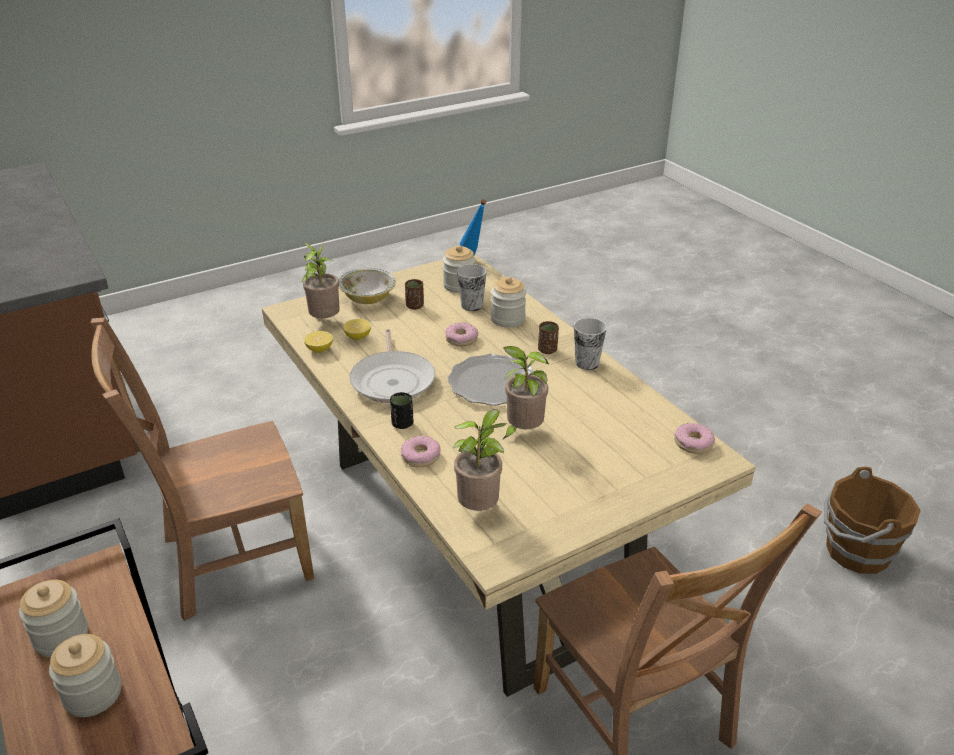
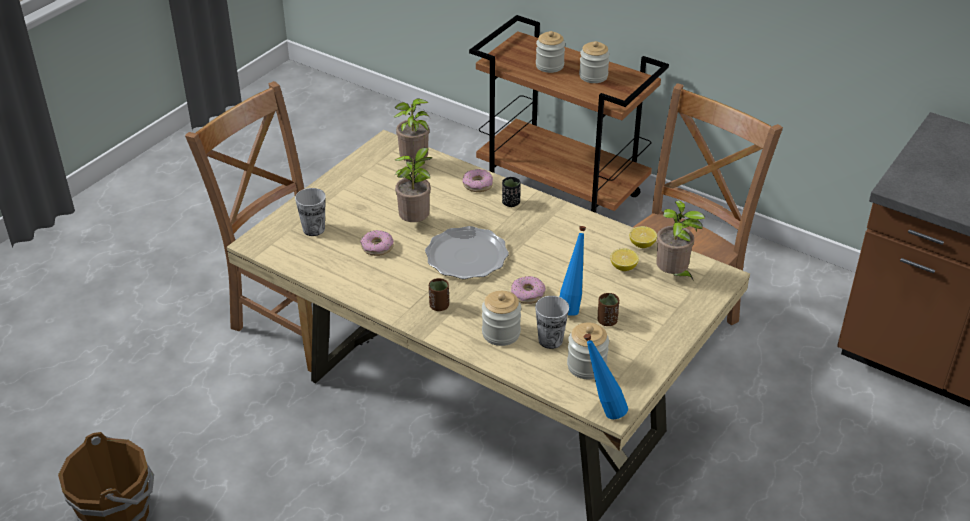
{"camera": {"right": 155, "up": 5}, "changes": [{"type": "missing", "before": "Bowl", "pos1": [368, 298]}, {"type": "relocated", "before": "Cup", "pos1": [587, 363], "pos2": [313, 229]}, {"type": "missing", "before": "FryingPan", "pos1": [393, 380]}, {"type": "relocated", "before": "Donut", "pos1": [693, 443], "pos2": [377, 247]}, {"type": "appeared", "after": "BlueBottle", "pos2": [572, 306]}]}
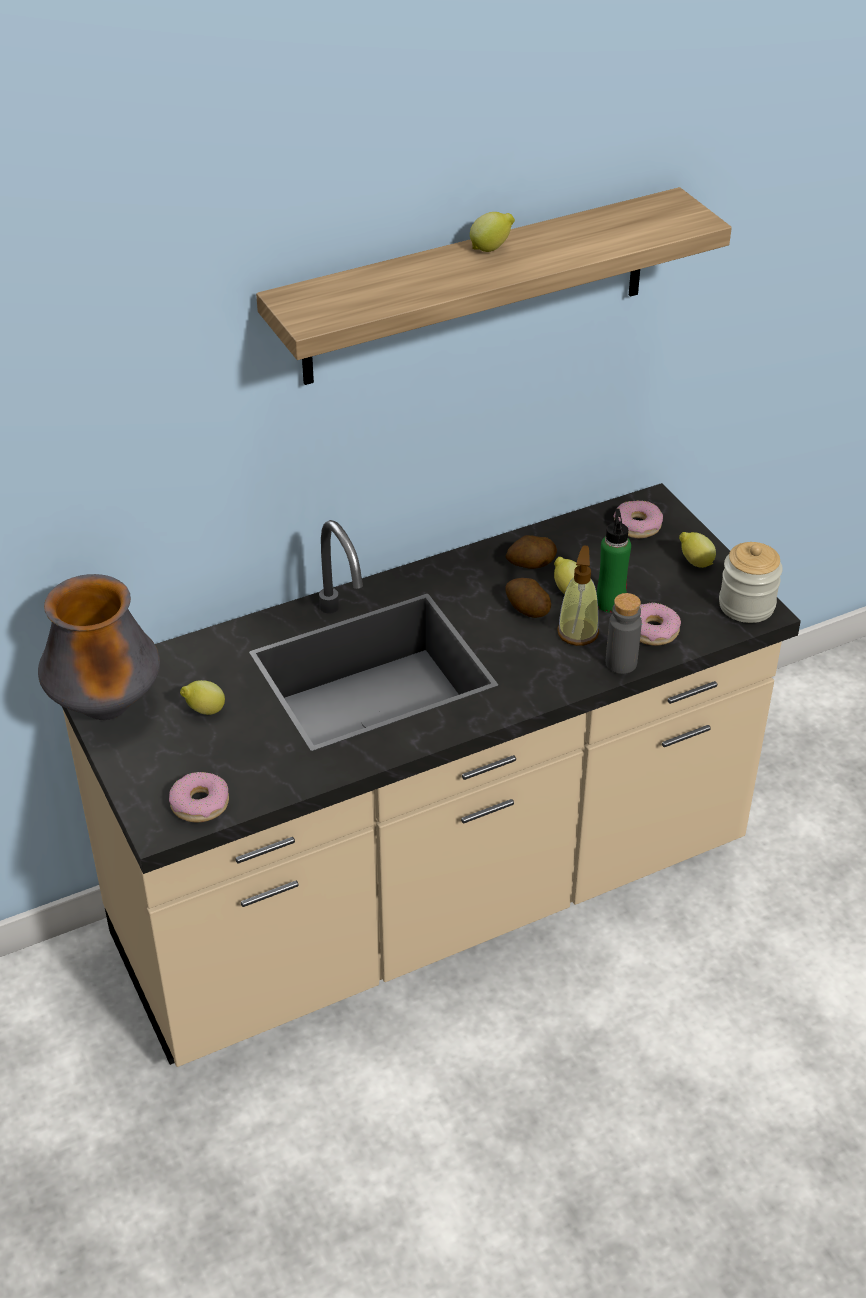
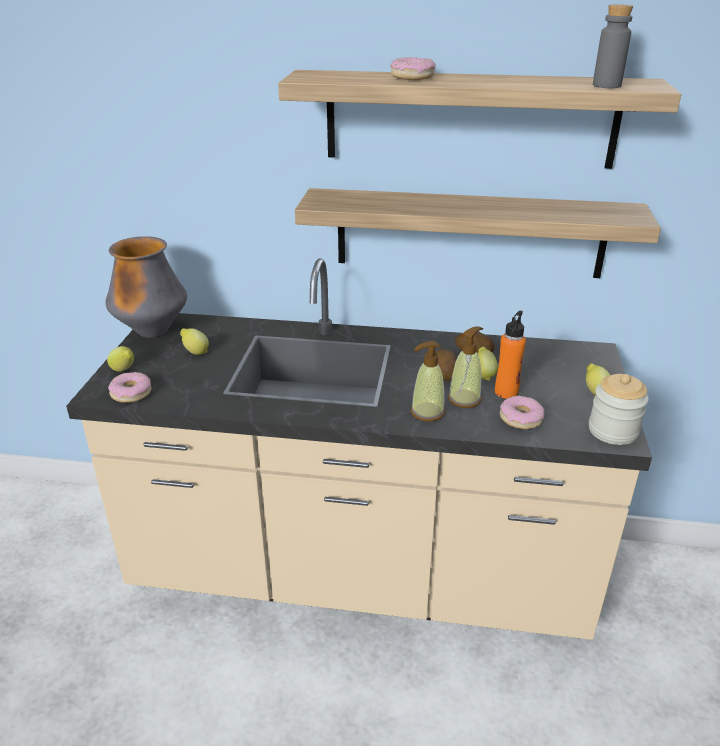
{"camera": {"right": 35, "up": -10}, "changes": [{"type": "relocated", "before": "Lemon", "pos1": [491, 249], "pos2": [124, 370]}, {"type": "relocated", "before": "Donut", "pos1": [637, 525], "pos2": [412, 77]}, {"type": "colour", "before": "GreenBottle", "after": "OrangeBottle", "pos1": [610, 603], "pos2": [506, 392]}, {"type": "relocated", "before": "GreyBottle", "pos1": [621, 663], "pos2": [606, 85]}, {"type": "appeared", "after": "Shelf", "pos2": [469, 233]}, {"type": "appeared", "after": "SoapDispenser", "pos2": [427, 412]}]}
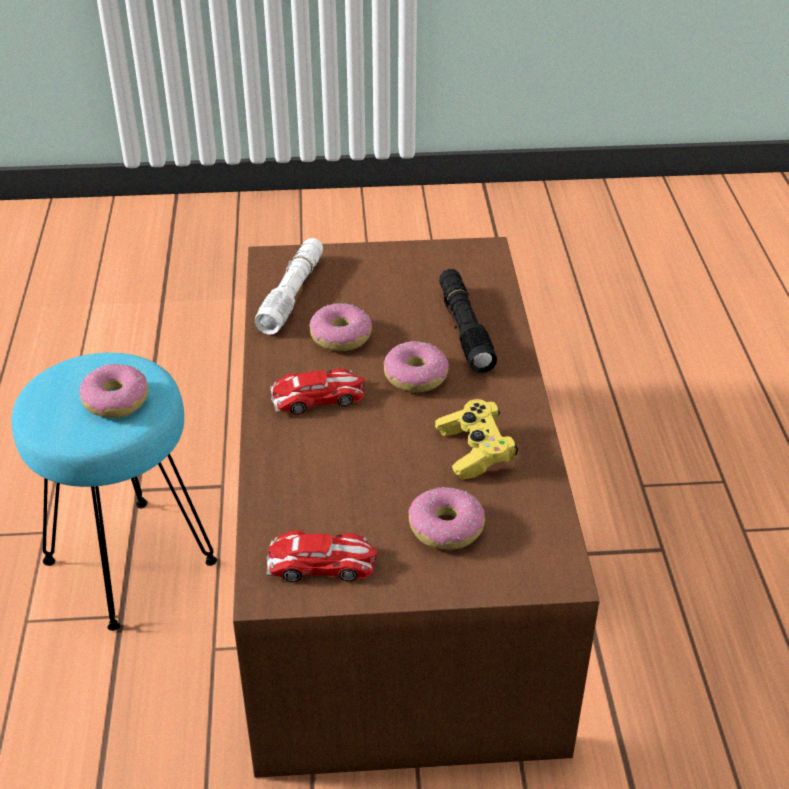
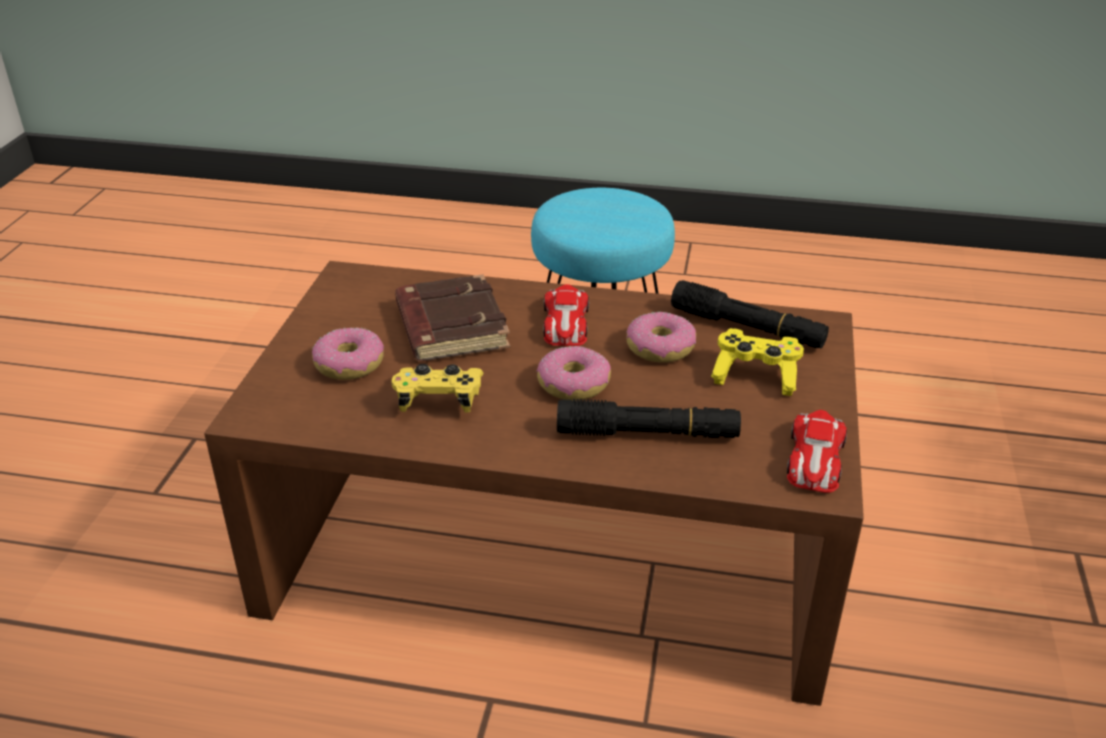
{"camera": {"right": 105, "up": -5}, "changes": [{"type": "colour", "before": "WhiteFlashlight", "after": "BlackFlashlight", "pos1": [292, 294], "pos2": [747, 328]}, {"type": "missing", "before": "Donut", "pos1": [115, 400]}, {"type": "relocated", "before": "ToyCar", "pos1": [322, 563], "pos2": [815, 458]}, {"type": "appeared", "after": "BrownBook", "pos2": [449, 326]}, {"type": "appeared", "after": "YellowGameController", "pos2": [755, 375]}]}
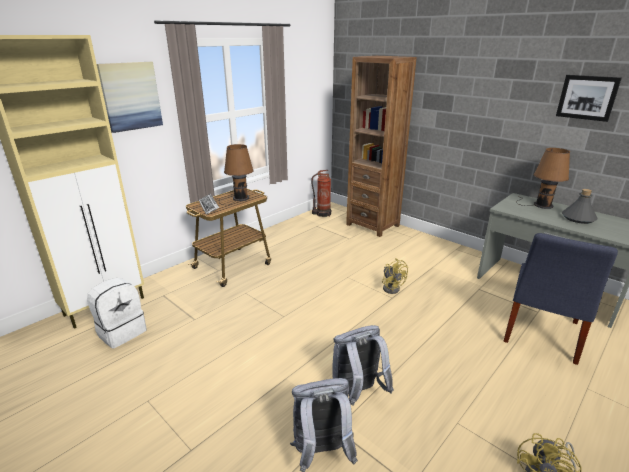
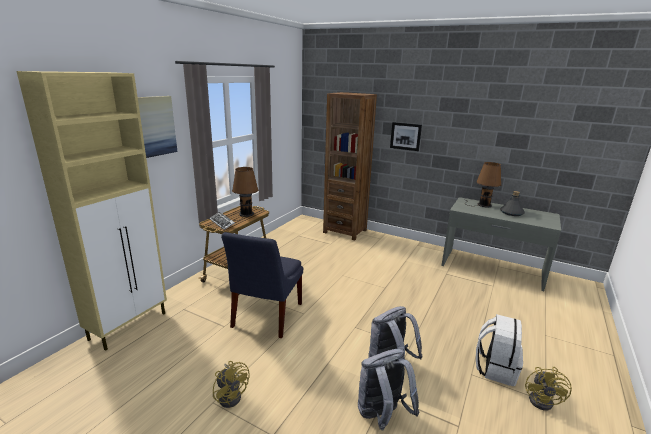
{"camera": {"right": -15, "up": -5}, "changes": [{"type": "relocated", "before": "Picture", "pos1": [587, 97], "pos2": [405, 136]}, {"type": "missing", "before": "FireExtinguisher", "pos1": [322, 214]}, {"type": "relocated", "before": "BlueChair", "pos1": [540, 334], "pos2": [266, 316]}, {"type": "relocated", "before": "YellowFan", "pos1": [391, 287], "pos2": [231, 395]}, {"type": "relocated", "before": "WhiteBackpack", "pos1": [121, 332], "pos2": [495, 368]}]}
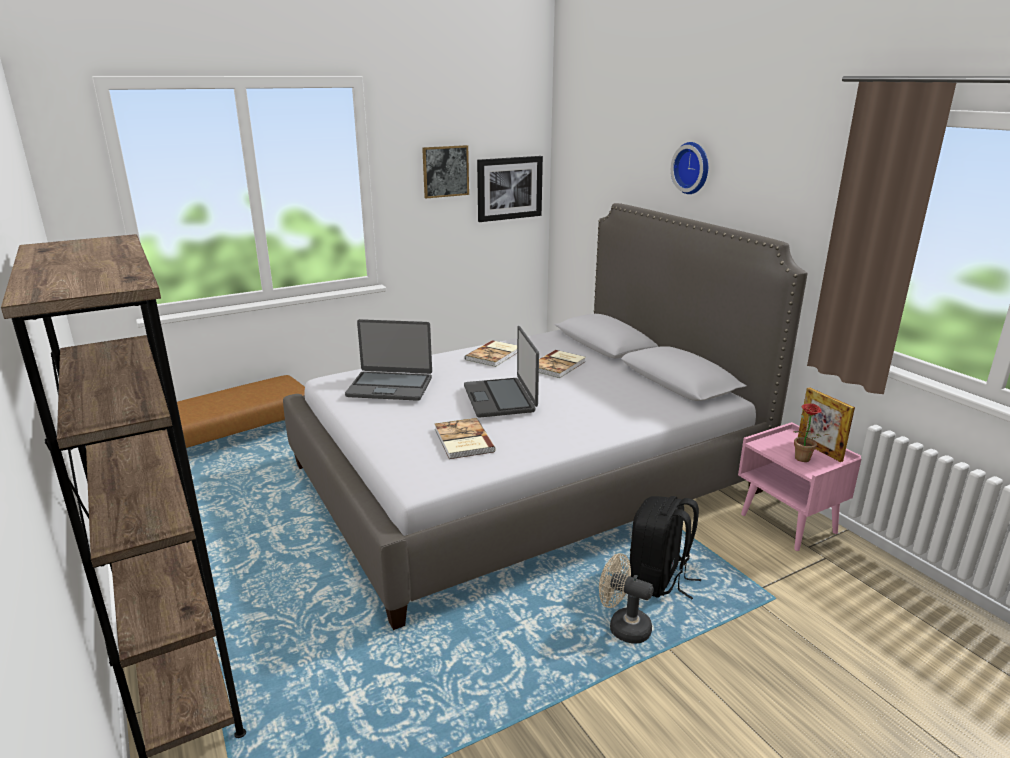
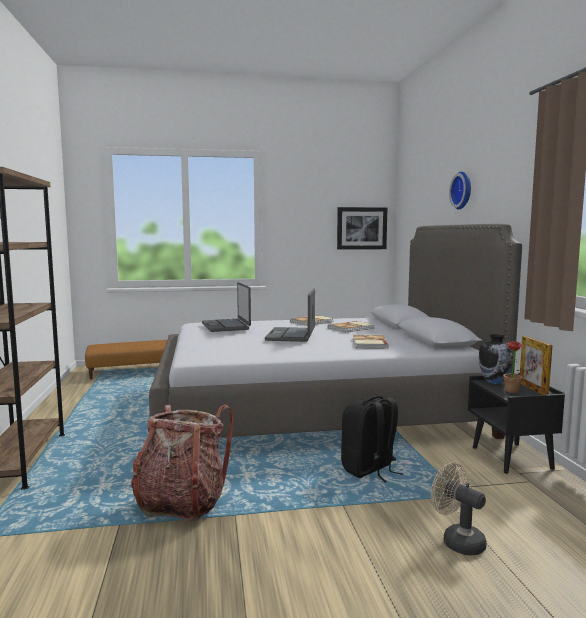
{"camera": {"right": 20, "up": -15}, "changes": [{"type": "missing", "before": "Picture", "pos1": [445, 171]}, {"type": "spun", "before": "Laptop", "pos1": [390, 387], "pos2": [226, 326], "turn": 45}, {"type": "relocated", "before": "Book", "pos1": [462, 441], "pos2": [369, 343]}, {"type": "colour", "before": "PinkNightstand", "after": "BlackNightstand", "pos1": [789, 524], "pos2": [512, 458]}, {"type": "relocated", "before": "BeigeFan", "pos1": [623, 627], "pos2": [457, 541]}, {"type": "appeared", "after": "Vase", "pos2": [494, 382]}, {"type": "appeared", "after": "Backpack", "pos2": [182, 503]}]}
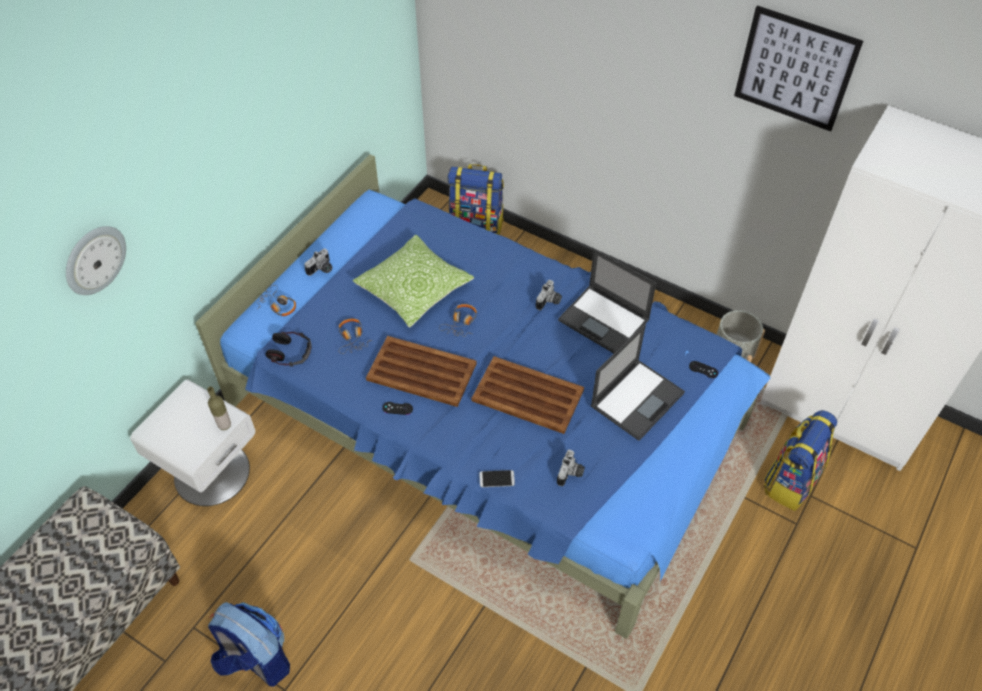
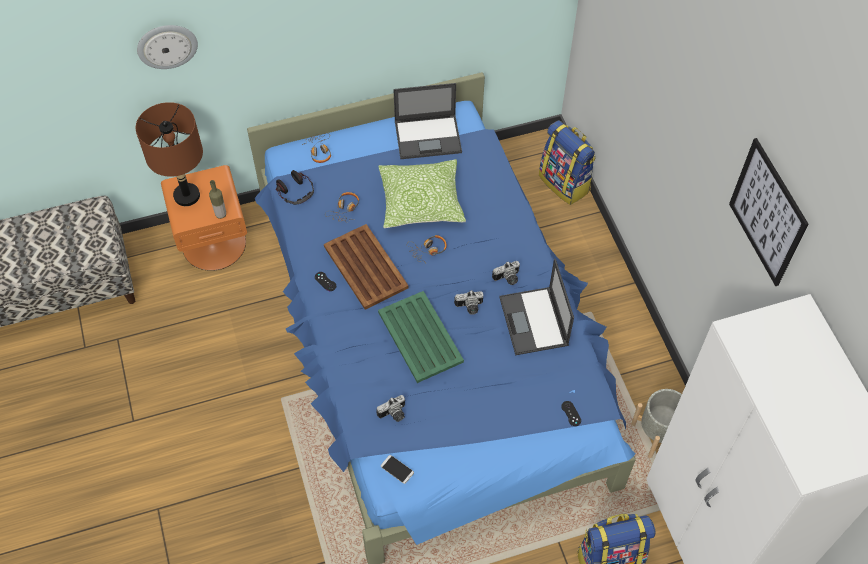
{"camera": {"right": 40, "up": 5}, "changes": [{"type": "relocated", "before": "PhotoCamera", "pos1": [322, 269], "pos2": [469, 307]}, {"type": "relocated", "before": "Laptop", "pos1": [637, 398], "pos2": [428, 136]}, {"type": "colour", "before": "BrownTray", "after": "GreenTray", "pos1": [528, 396], "pos2": [420, 338]}, {"type": "colour", "before": "WhiteNightstand", "after": "OrangeNightstand", "pos1": [211, 472], "pos2": [214, 243]}, {"type": "relocated", "before": "Phone", "pos1": [497, 479], "pos2": [397, 469]}, {"type": "missing", "before": "Backpack", "pos1": [256, 660]}, {"type": "appeared", "after": "BrownTableLamp", "pos2": [186, 195]}]}
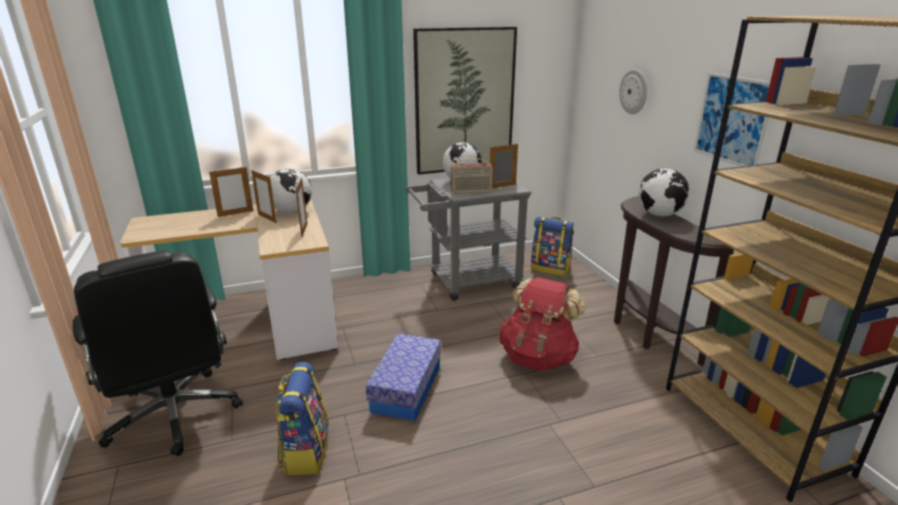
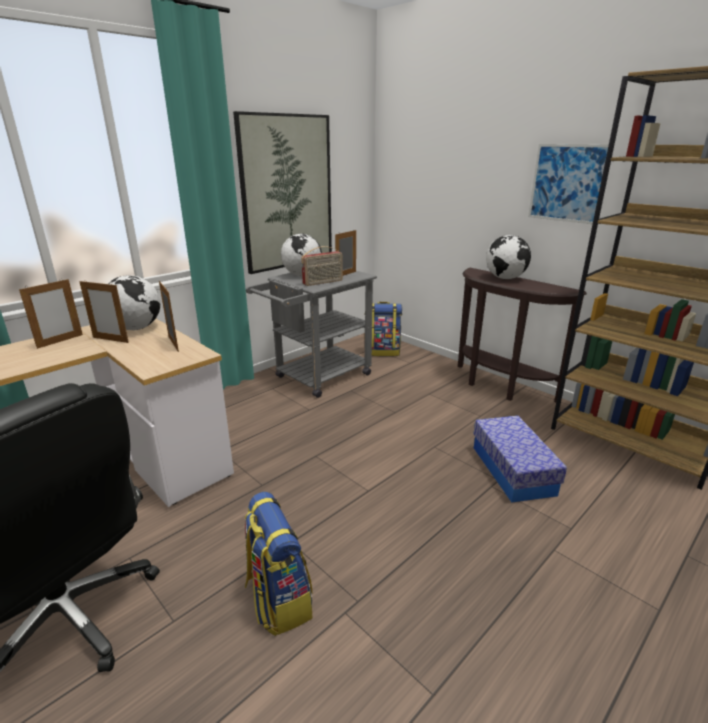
{"camera": {"right": -25, "up": 0}, "changes": [{"type": "missing", "before": "WallClock", "pos1": [634, 91]}, {"type": "missing", "before": "RedBackpack", "pos1": [538, 357]}, {"type": "relocated", "before": "StorageBox", "pos1": [406, 388], "pos2": [512, 470]}]}
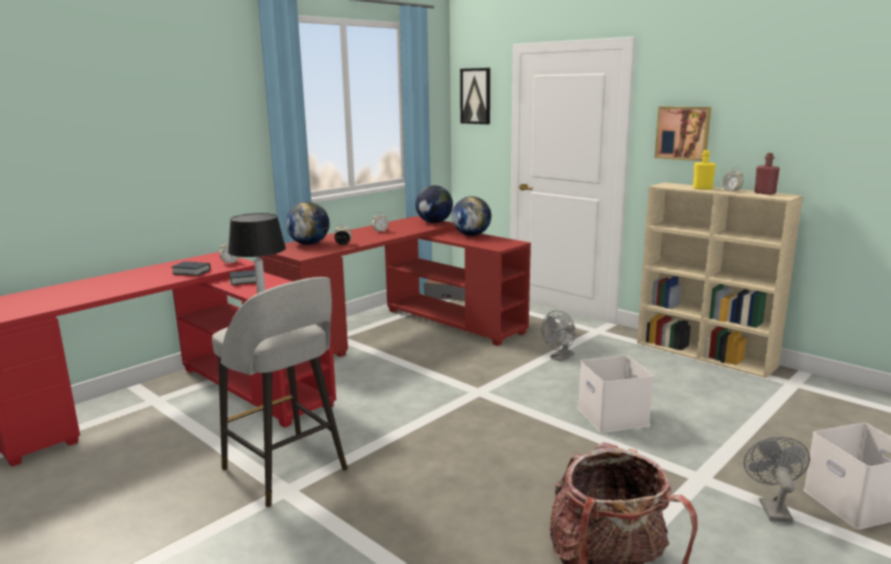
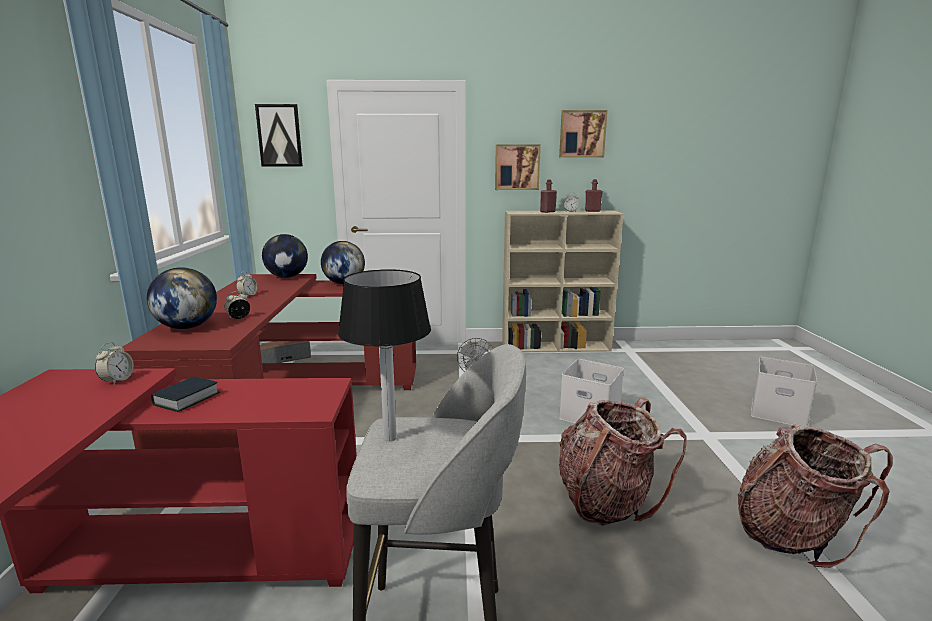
{"camera": {"right": -45, "up": 0}, "changes": [{"type": "colour", "before": "YellowBottle", "after": "RedBottle", "pos1": [702, 188], "pos2": [547, 212]}, {"type": "missing", "before": "Book", "pos1": [191, 272]}, {"type": "missing", "before": "GreyFan", "pos1": [772, 507]}, {"type": "appeared", "after": "Picture", "pos2": [582, 134]}, {"type": "appeared", "after": "Backpack", "pos2": [606, 500]}]}
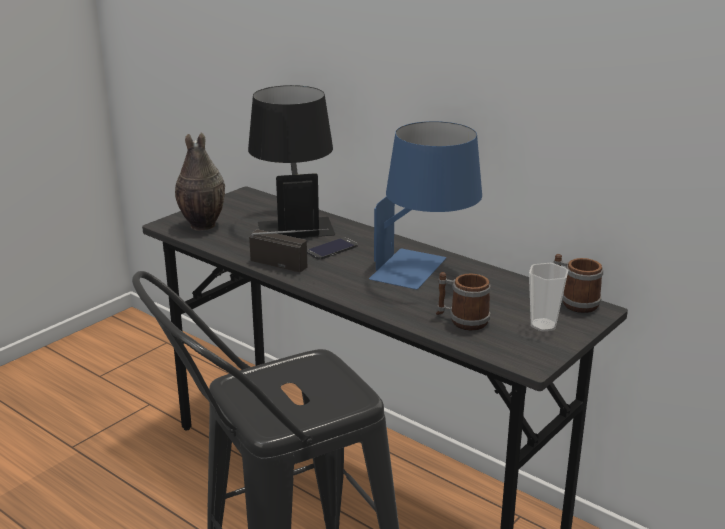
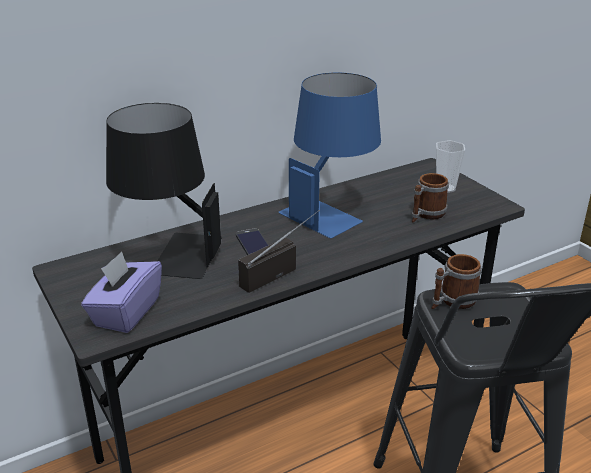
{"camera": {"right": -70, "up": 5}, "changes": [{"type": "exchanged", "before": "Vase", "after": "PurpleTissueBox", "pos1": [201, 226], "pos2": [126, 312]}, {"type": "relocated", "before": "Mug", "pos1": [573, 302], "pos2": [452, 301]}]}
